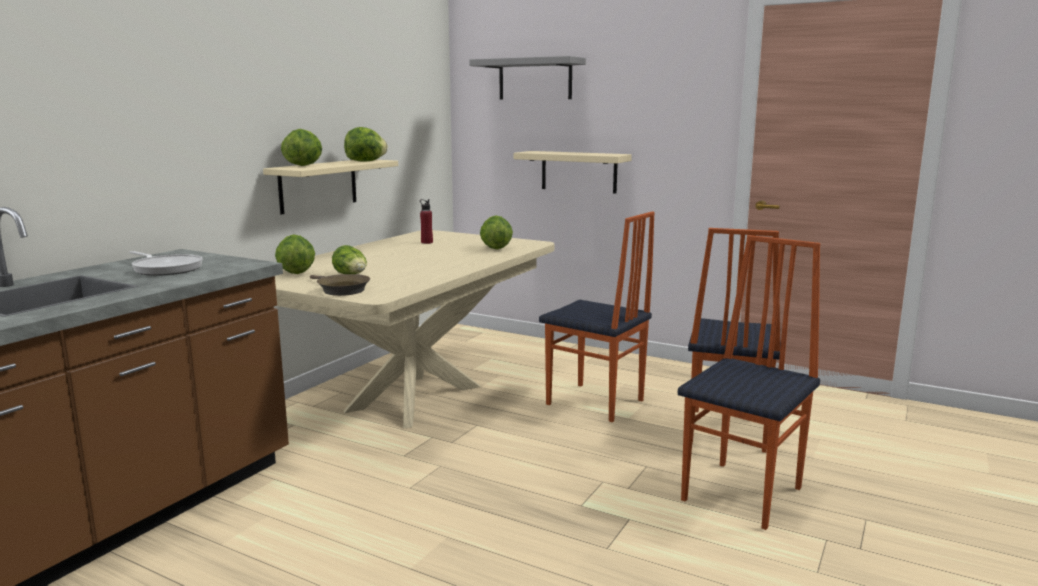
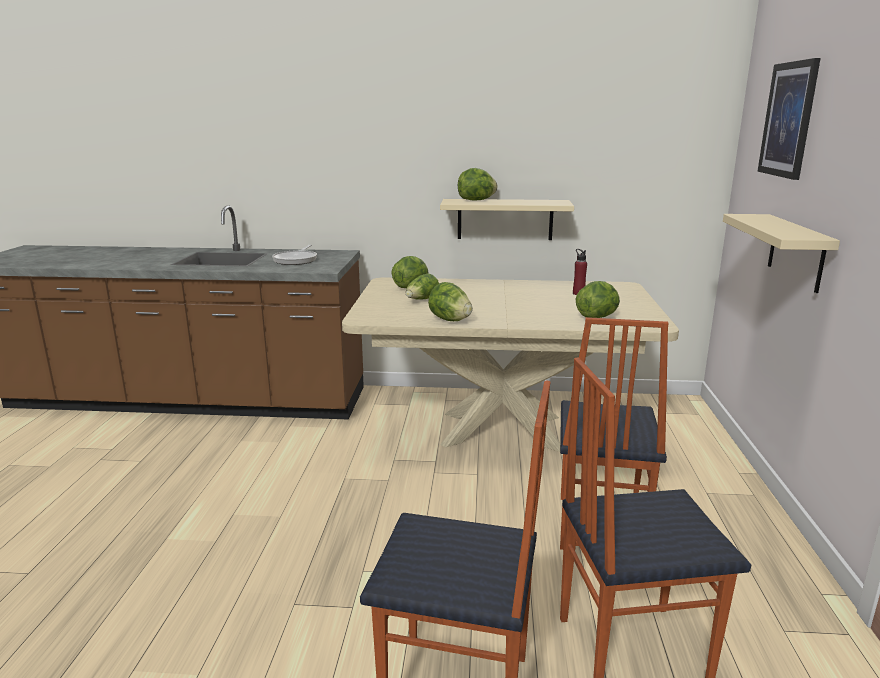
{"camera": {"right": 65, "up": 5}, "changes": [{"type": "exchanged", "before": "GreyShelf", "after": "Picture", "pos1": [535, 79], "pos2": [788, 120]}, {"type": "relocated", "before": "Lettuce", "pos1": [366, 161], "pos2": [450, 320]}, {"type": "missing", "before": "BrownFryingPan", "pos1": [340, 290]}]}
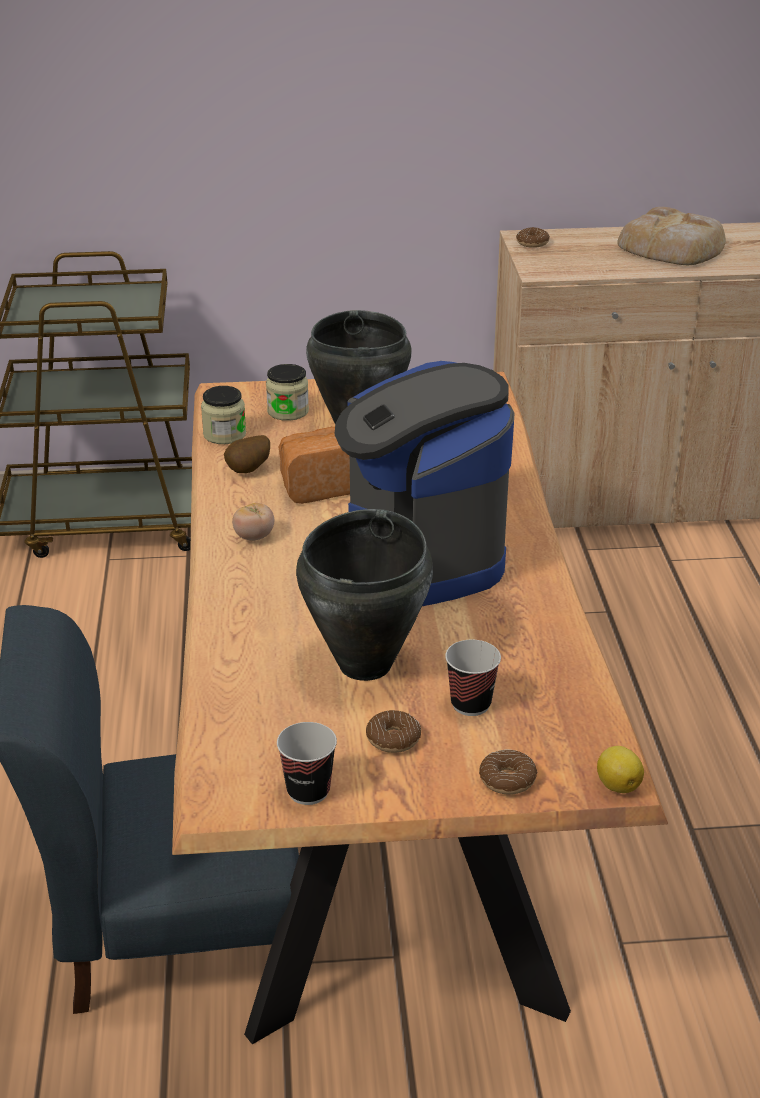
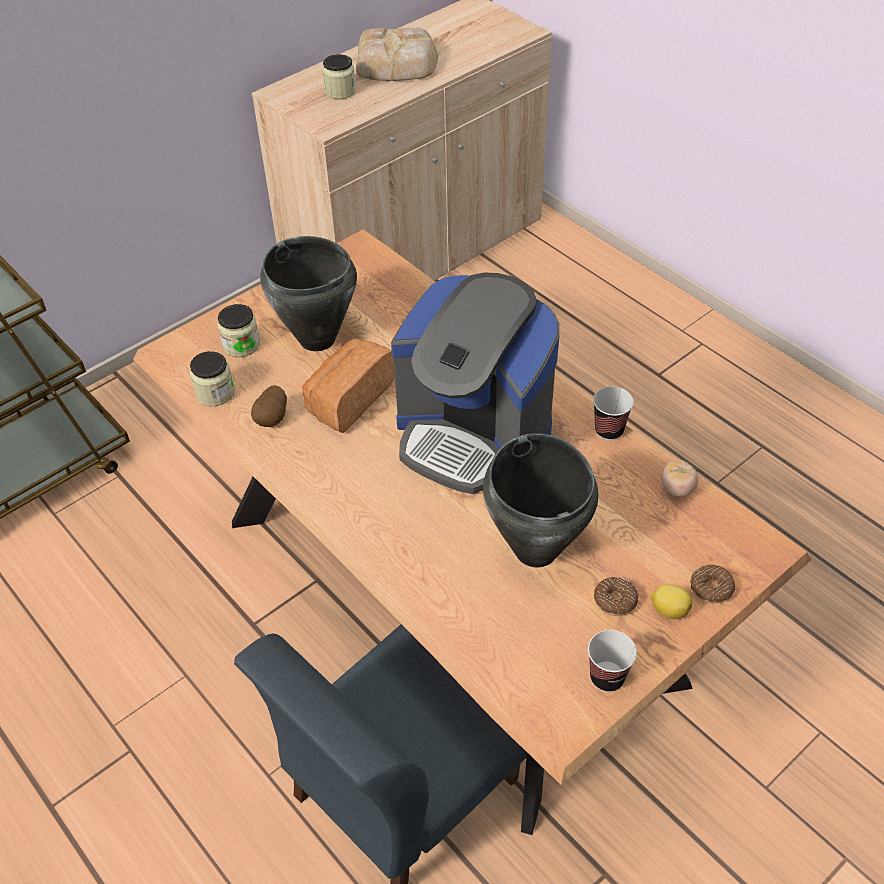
{"camera": {"right": -35, "up": 15}, "changes": [{"type": "missing", "before": "Donut", "pos1": [532, 243]}, {"type": "relocated", "before": "Tomato", "pos1": [254, 537], "pos2": [677, 489]}, {"type": "relocated", "before": "Cup", "pos1": [471, 704], "pos2": [609, 430]}, {"type": "relocated", "before": "Lemon", "pos1": [617, 784], "pos2": [668, 610]}, {"type": "appeared", "after": "Jar", "pos2": [340, 91]}]}
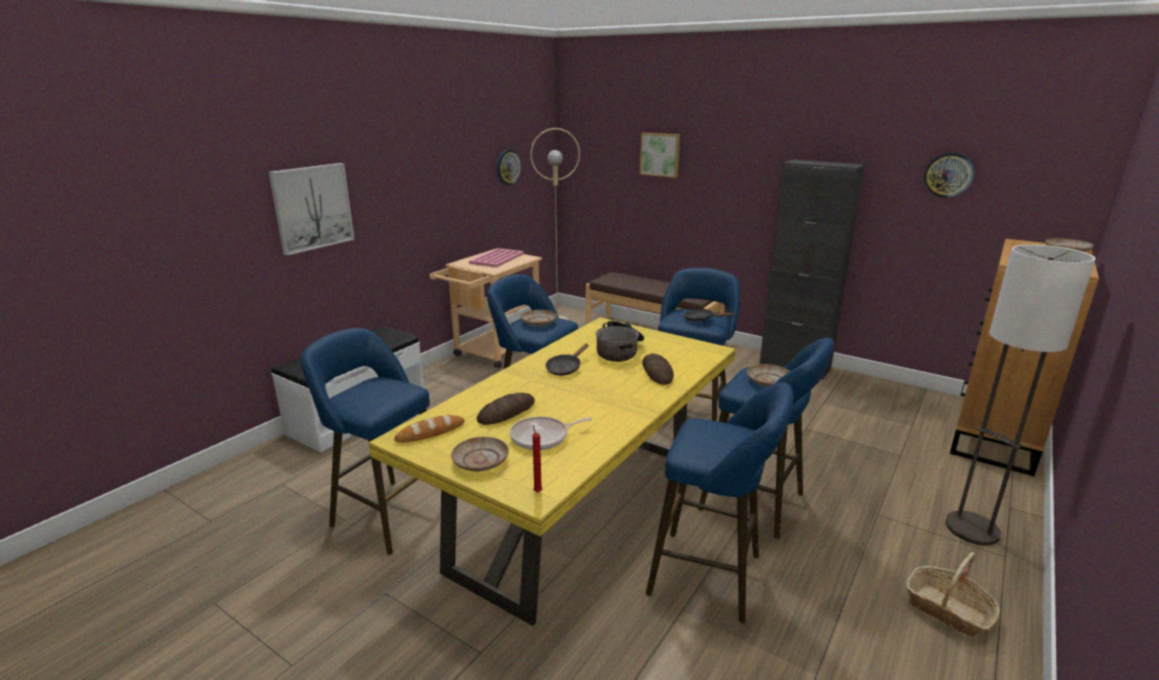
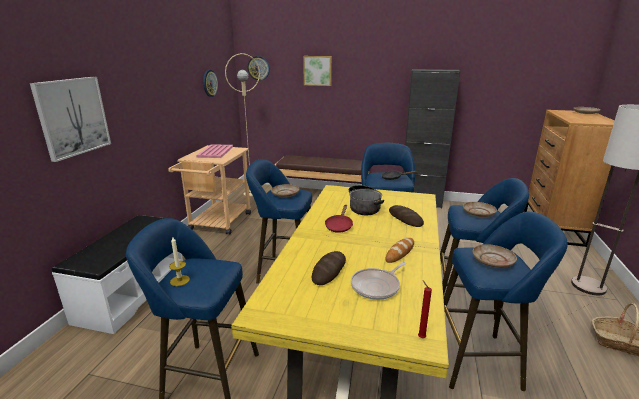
{"camera": {"right": -20, "up": 0}, "changes": [{"type": "relocated", "before": "WallClock", "pos1": [948, 175], "pos2": [258, 68]}, {"type": "colour", "before": "BlackFryingPan", "after": "RedFryingPan", "pos1": [565, 368], "pos2": [339, 226]}, {"type": "relocated", "before": "Bread", "pos1": [430, 432], "pos2": [400, 252]}, {"type": "relocated", "before": "BeigePlate", "pos1": [480, 461], "pos2": [493, 261]}, {"type": "appeared", "after": "Candle", "pos2": [180, 280]}]}
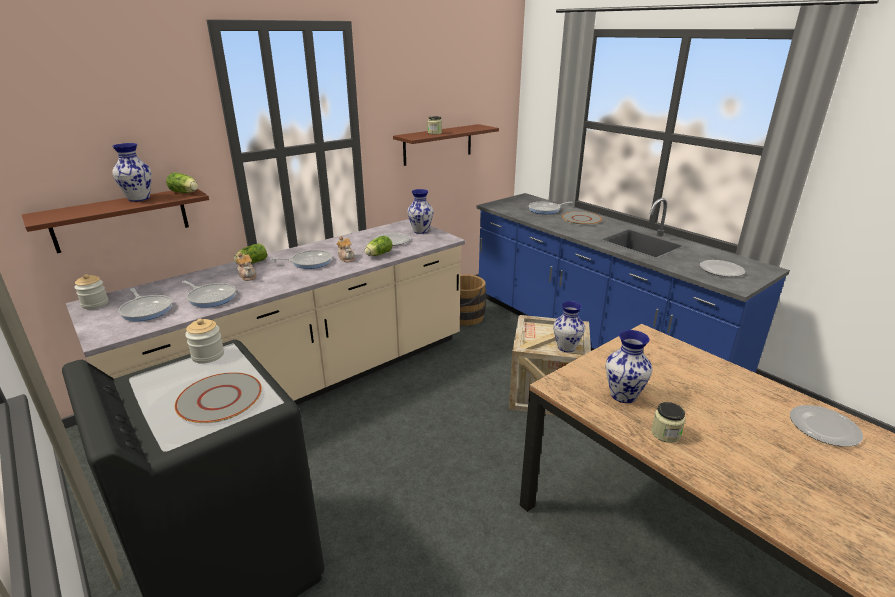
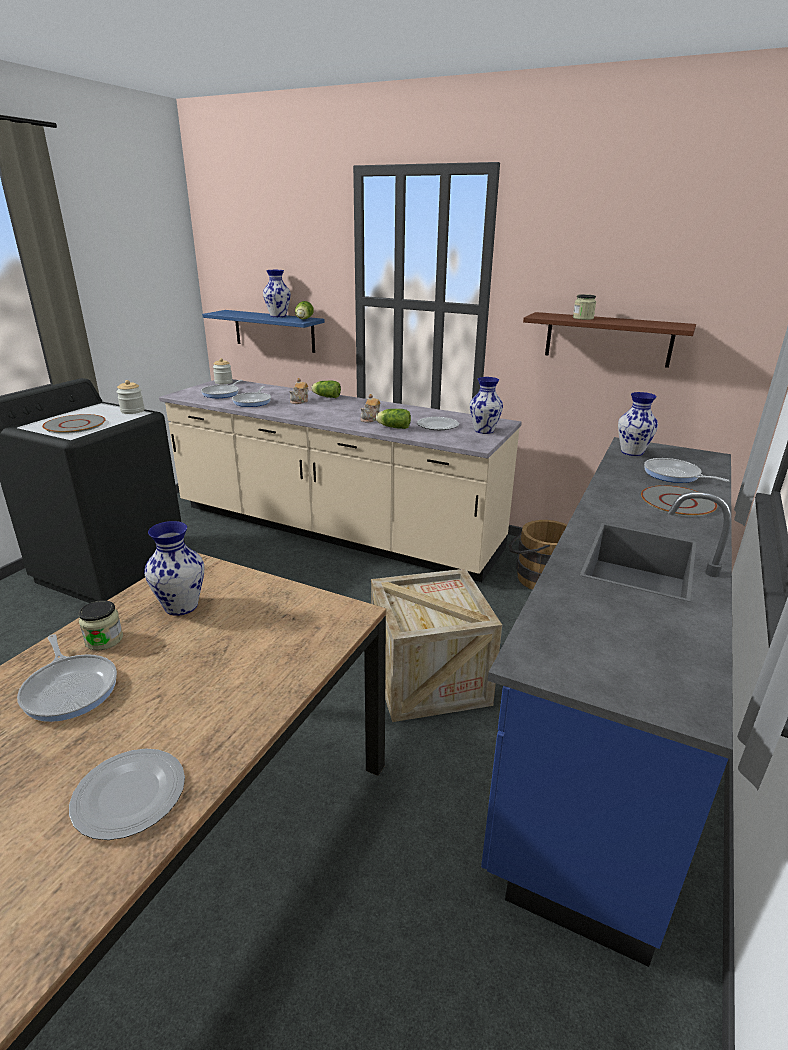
{"camera": {"right": 65, "up": 0}, "changes": [{"type": "colour", "before": "BrownShelf", "after": "BlueShelf", "pos1": [121, 219], "pos2": [274, 331]}, {"type": "relocated", "before": "FryingPan", "pos1": [309, 262], "pos2": [70, 688]}, {"type": "missing", "before": "Plate", "pos1": [721, 270]}, {"type": "relocated", "before": "Vase", "pos1": [566, 347], "pos2": [631, 452]}]}
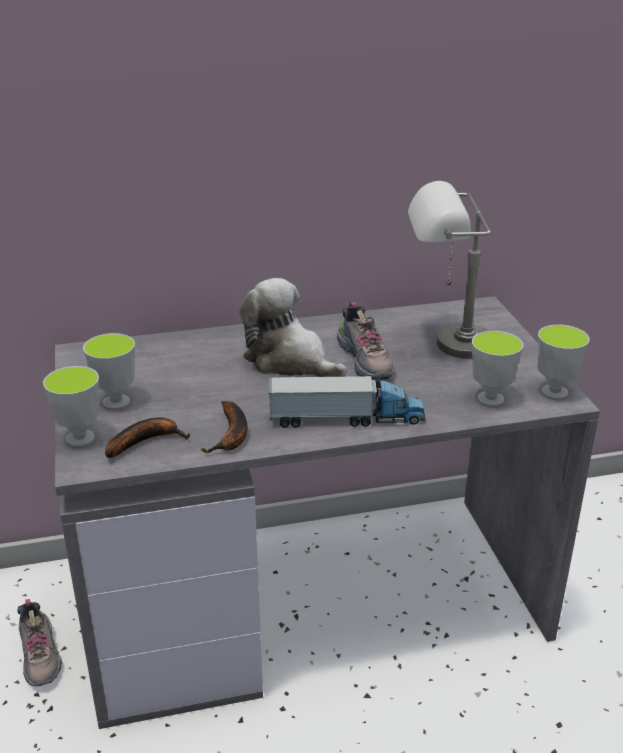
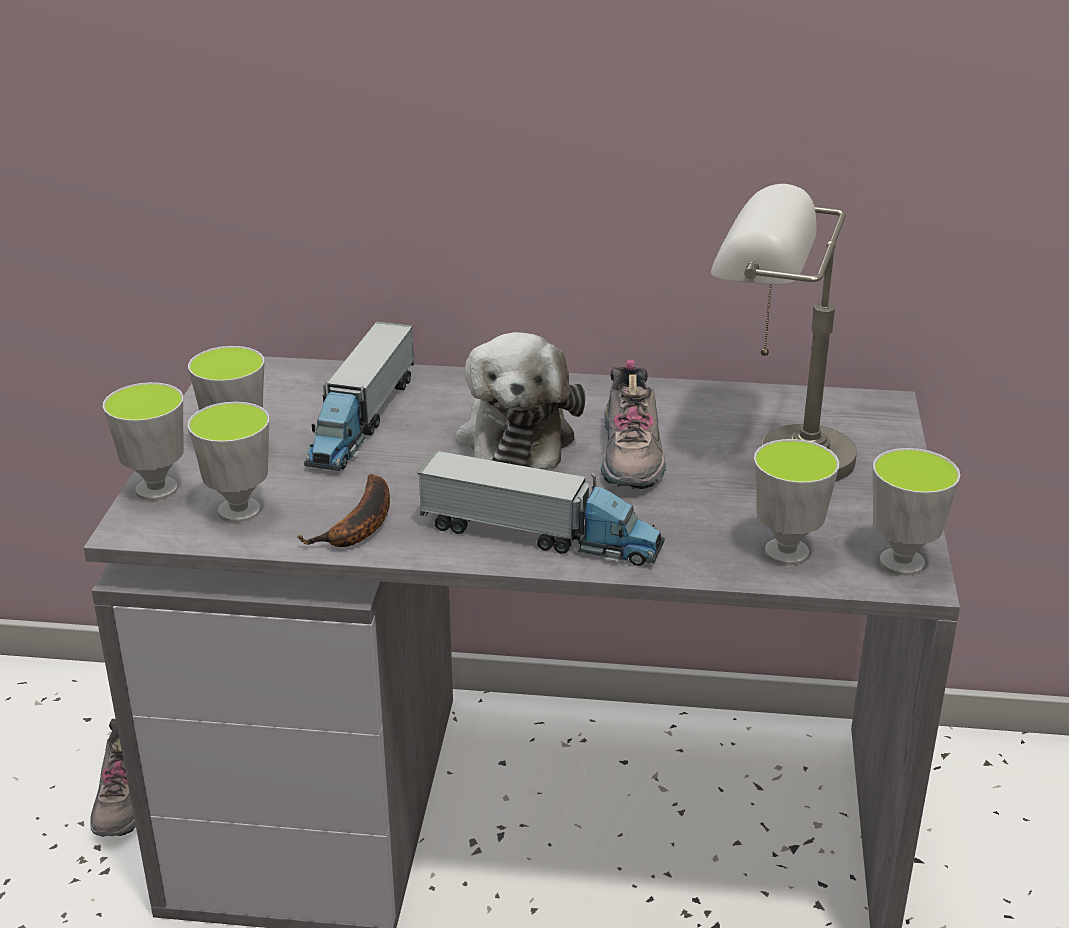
{"camera": {"right": 20, "up": 0}, "changes": [{"type": "spun", "before": "PlushToy", "pos1": [289, 361], "pos2": [516, 435], "turn": -150}, {"type": "exchanged", "before": "Banana", "after": "Cup", "pos1": [146, 441], "pos2": [239, 511]}, {"type": "appeared", "after": "ToyTruck", "pos2": [362, 420]}]}
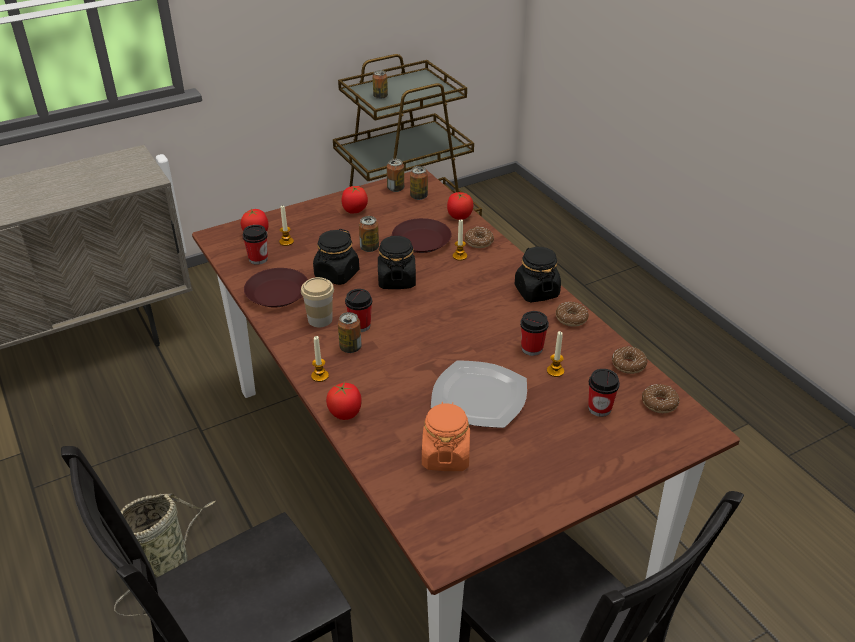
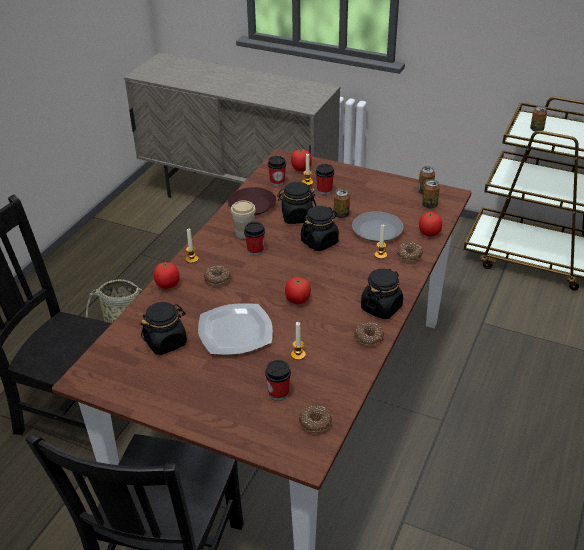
{"camera": {"right": 55, "up": 0}, "changes": [{"type": "relocated", "before": "Tomato", "pos1": [354, 210], "pos2": [297, 300]}, {"type": "colour", "before": "BrownPlate", "after": "GreyPlate", "pos1": [422, 240], "pos2": [377, 231]}, {"type": "relocated", "before": "Cup", "pos1": [532, 348], "pos2": [324, 191]}, {"type": "missing", "before": "Can", "pos1": [350, 347]}, {"type": "relocated", "before": "Donut", "pos1": [628, 364], "pos2": [217, 279]}, {"type": "colour", "before": "OrangeJar", "after": "BlackJar", "pos1": [445, 455], "pos2": [166, 342]}]}
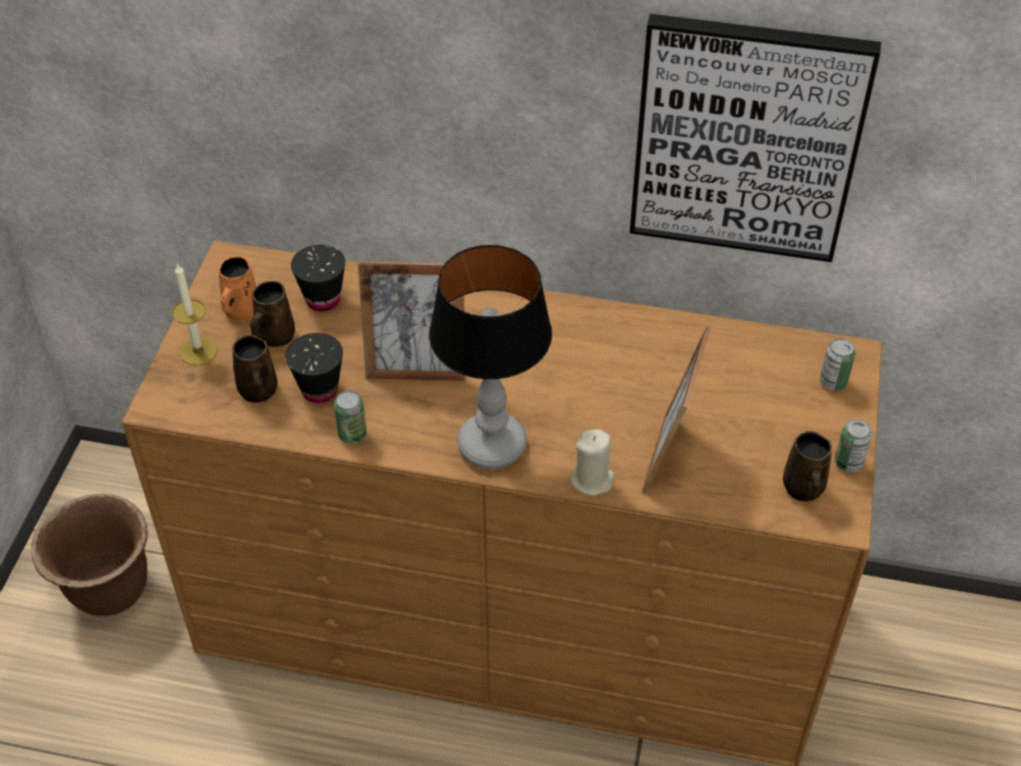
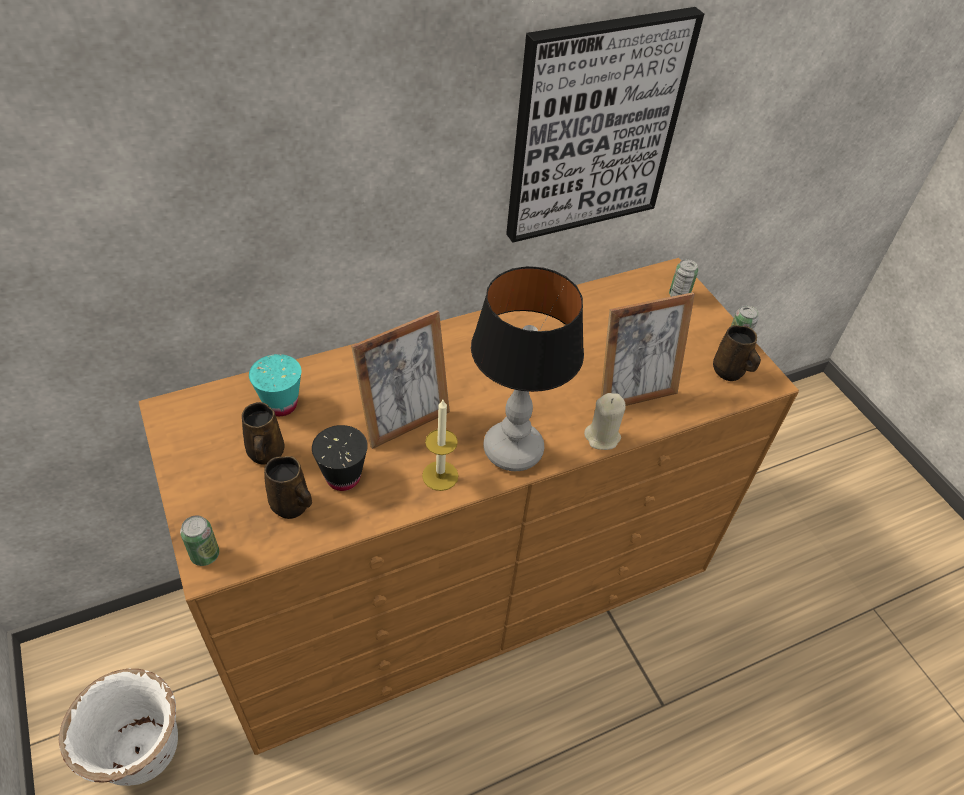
{"camera": {"right": -40, "up": 0}, "changes": [{"type": "colour", "before": "BlackCup", "after": "TurquoiseCup", "pos1": [323, 300], "pos2": [281, 405]}, {"type": "missing", "before": "OrangeMug", "pos1": [241, 311]}, {"type": "relocated", "before": "Candle", "pos1": [198, 351], "pos2": [440, 475]}, {"type": "spun", "before": "PictureFrame", "pos1": [669, 456], "pos2": [633, 393], "turn": -90}, {"type": "relocated", "before": "Can", "pos1": [352, 434], "pos2": [205, 555]}, {"type": "colour", "before": "BrownPlanter", "after": "WhitePlanter", "pos1": [109, 590], "pos2": [141, 752]}]}
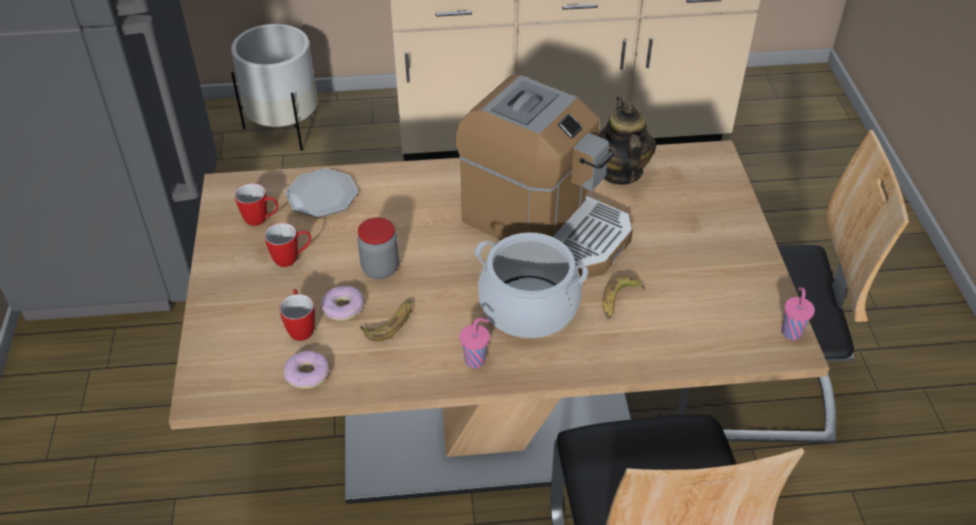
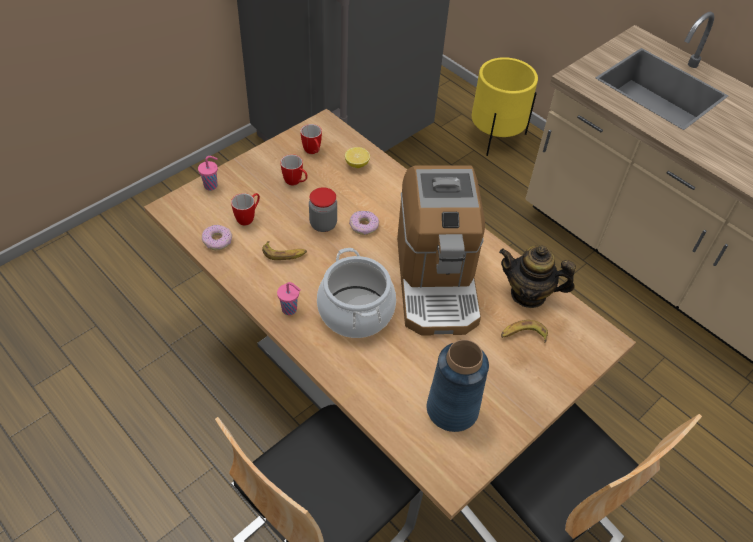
{"camera": {"right": 50, "up": 5}, "changes": [{"type": "colour", "before": "WhitePlanter", "after": "YellowPlanter", "pos1": [284, 128], "pos2": [495, 136]}, {"type": "spun", "before": "Teapot", "pos1": [620, 172], "pos2": [528, 294], "turn": -120}, {"type": "exchanged", "before": "Plate", "after": "Lemon", "pos1": [321, 195], "pos2": [357, 164]}, {"type": "relocated", "before": "Banana", "pos1": [619, 301], "pos2": [523, 335]}, {"type": "relocated", "before": "Donut", "pos1": [343, 308], "pos2": [364, 226]}, {"type": "relocated", "before": "PinkCup", "pos1": [791, 331], "pos2": [211, 185]}, {"type": "appeared", "after": "BlueVase", "pos2": [452, 409]}]}
